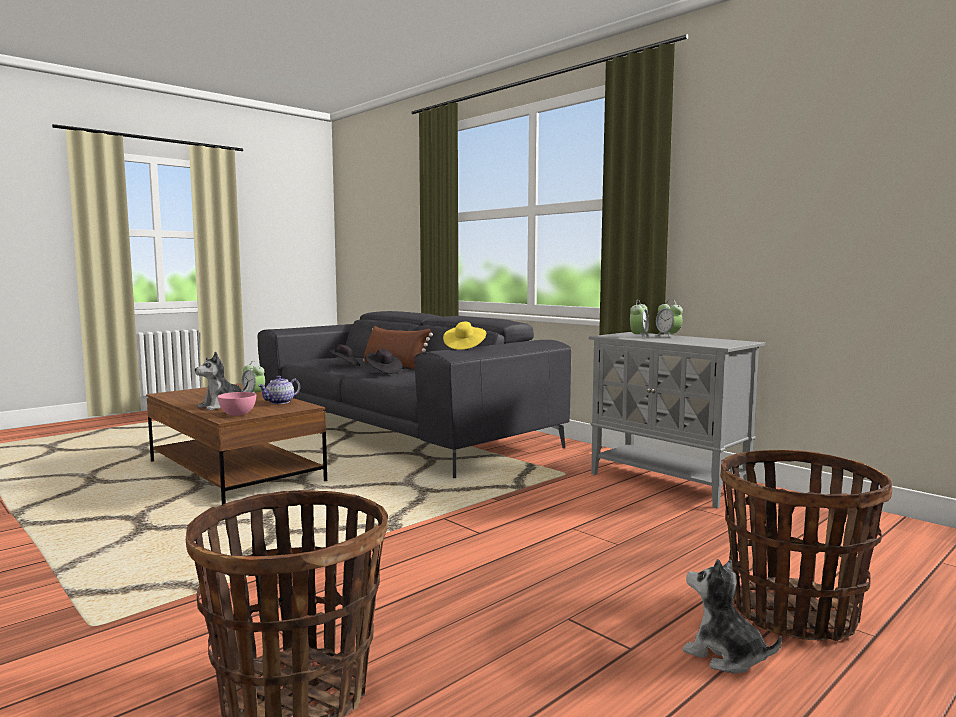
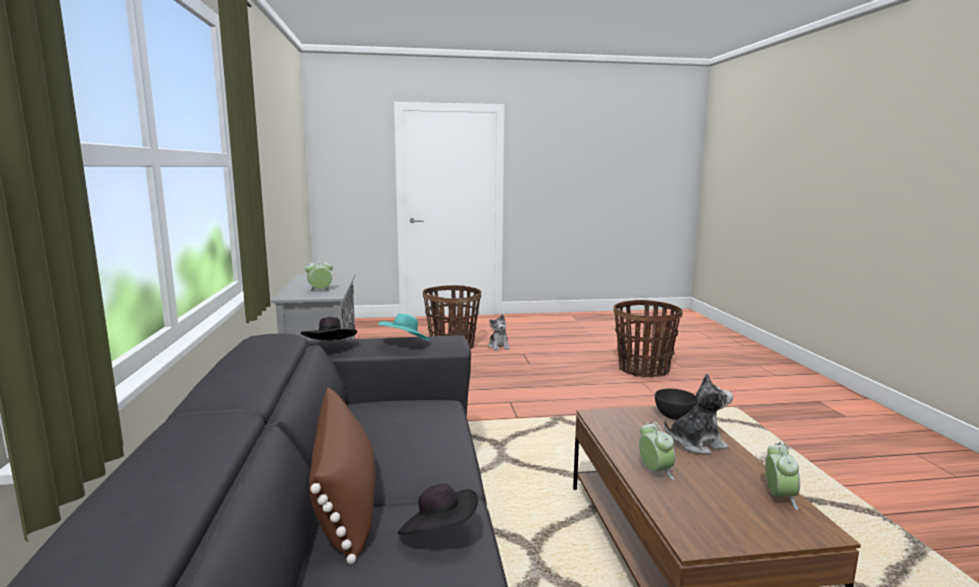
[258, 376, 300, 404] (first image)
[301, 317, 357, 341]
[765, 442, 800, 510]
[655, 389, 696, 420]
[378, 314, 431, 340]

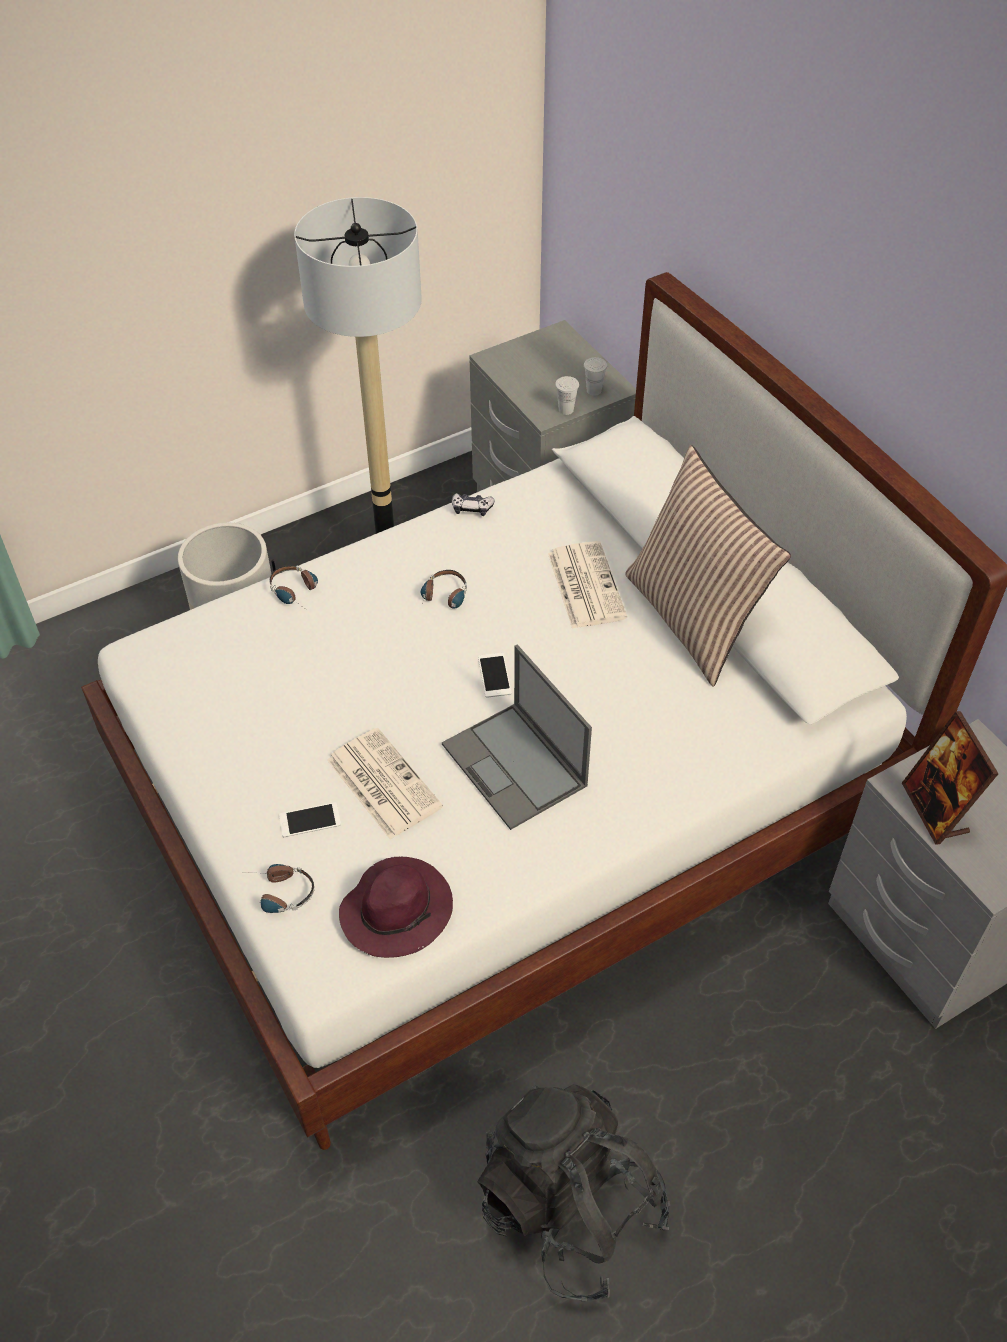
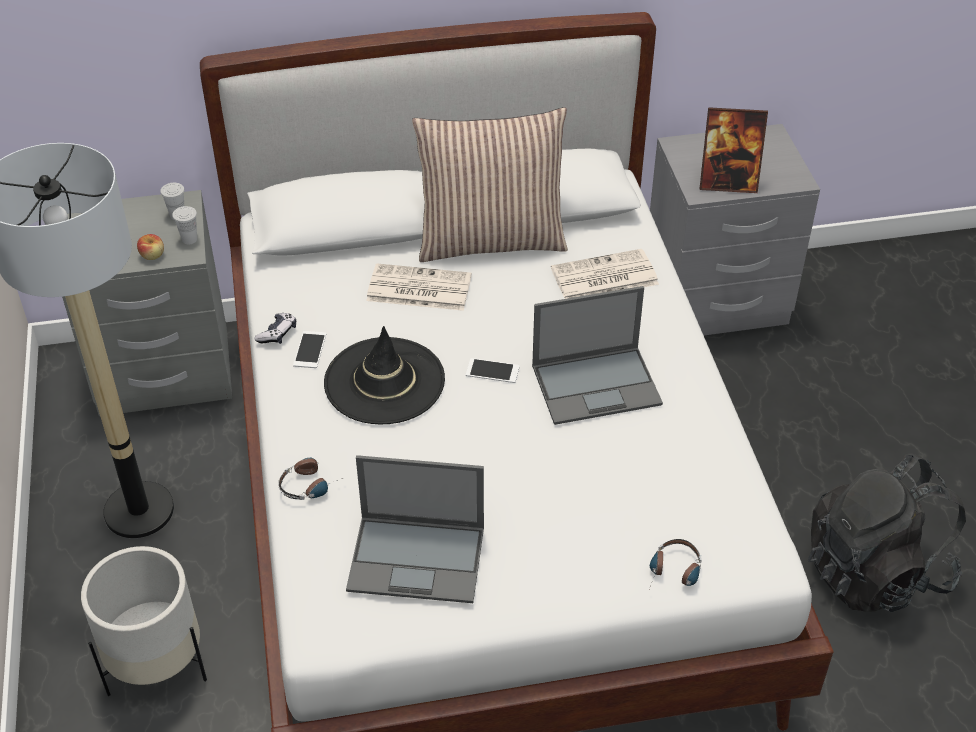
[339, 857, 453, 958] (first image)
[137, 234, 164, 260]
[346, 455, 484, 603]
[293, 331, 326, 368]
[551, 249, 659, 299]
[324, 326, 445, 424]

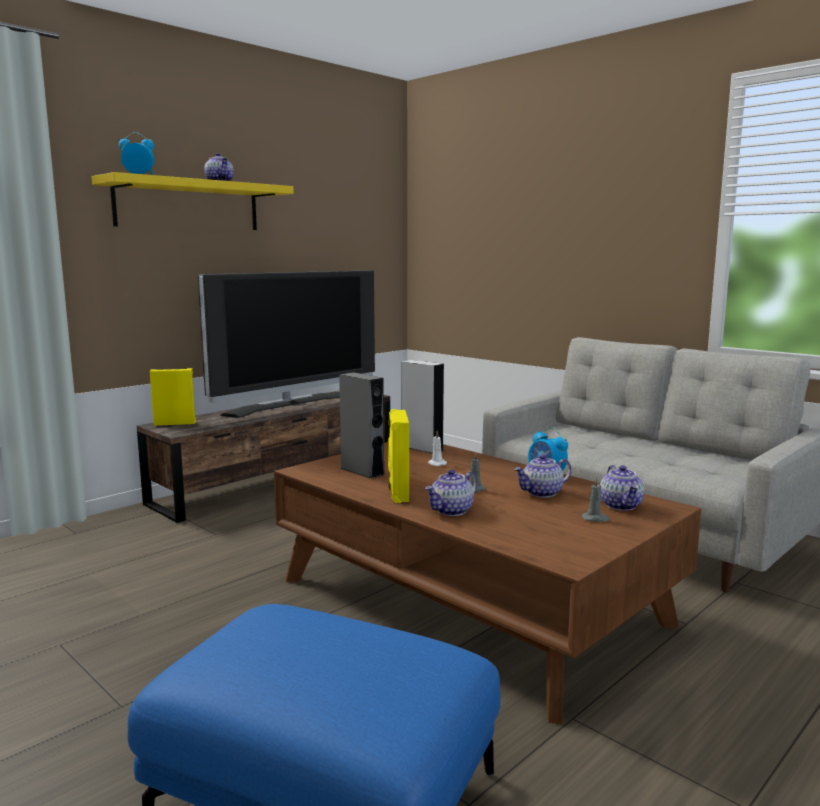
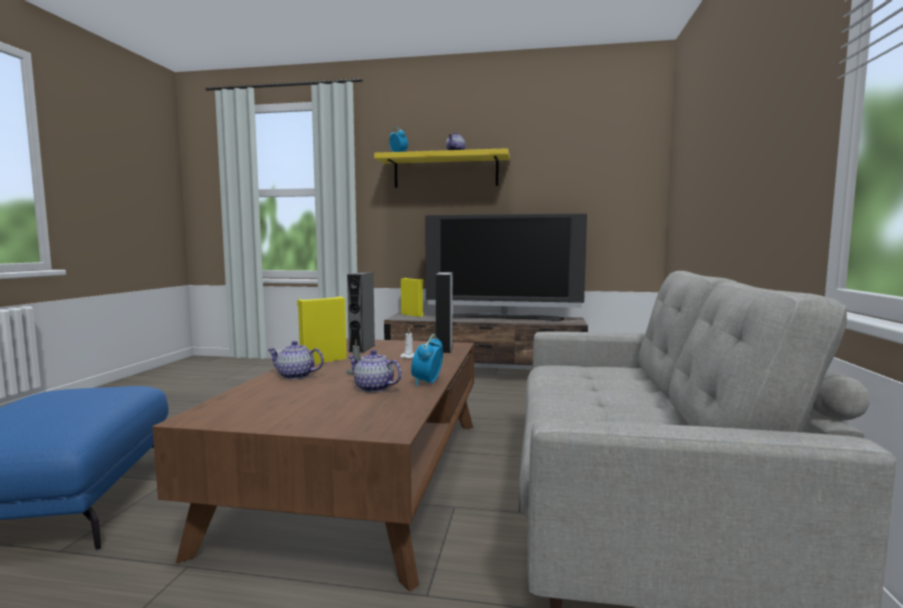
[582, 477, 610, 522] (first image)
[600, 465, 644, 511] (first image)

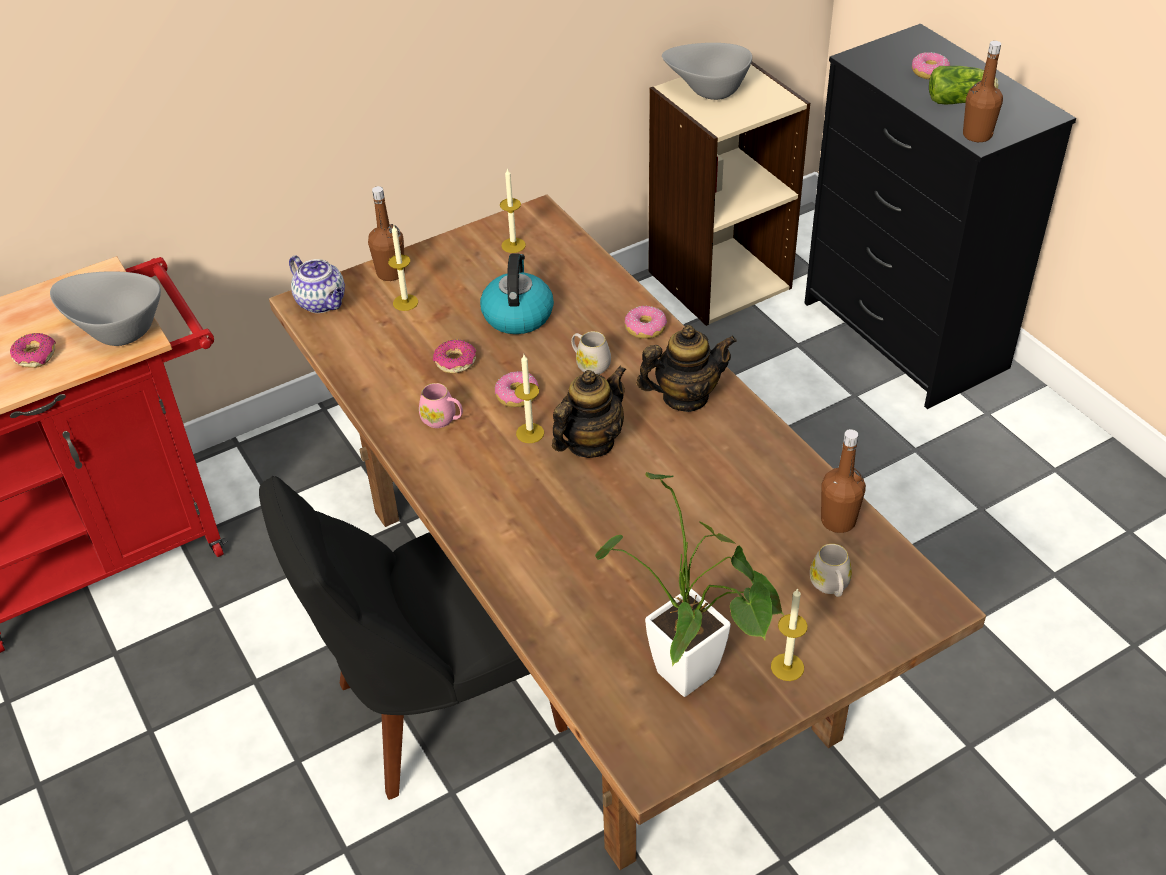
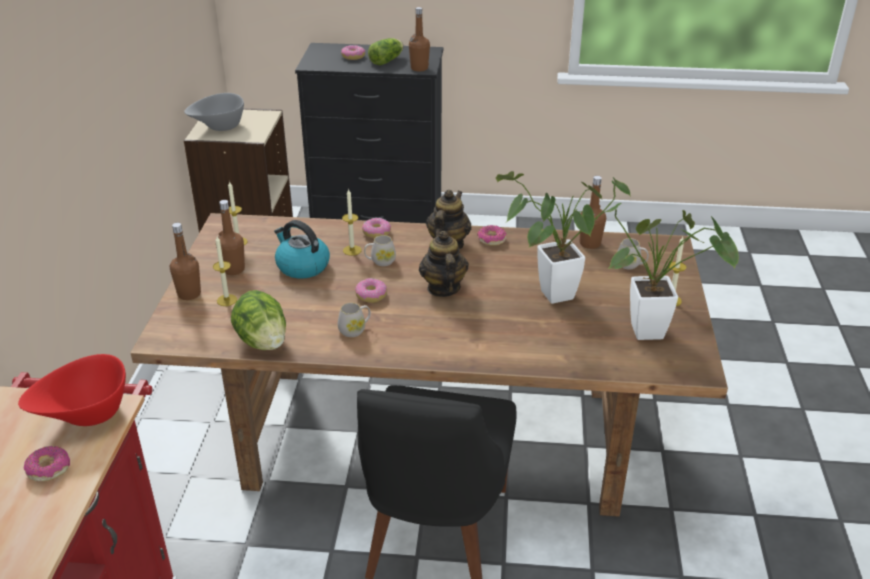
[289, 255, 345, 313] (first image)
[216, 200, 245, 275]
[231, 290, 286, 350]
[496, 171, 630, 304]
[477, 225, 507, 246]
[342, 189, 362, 256]
[18, 354, 126, 426]
[338, 303, 371, 337]

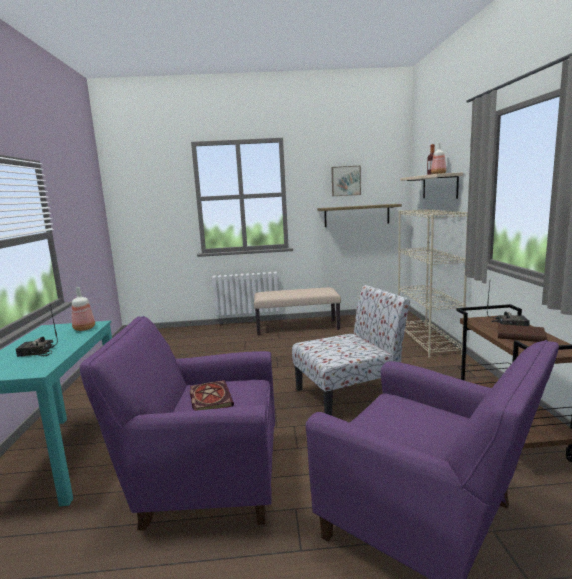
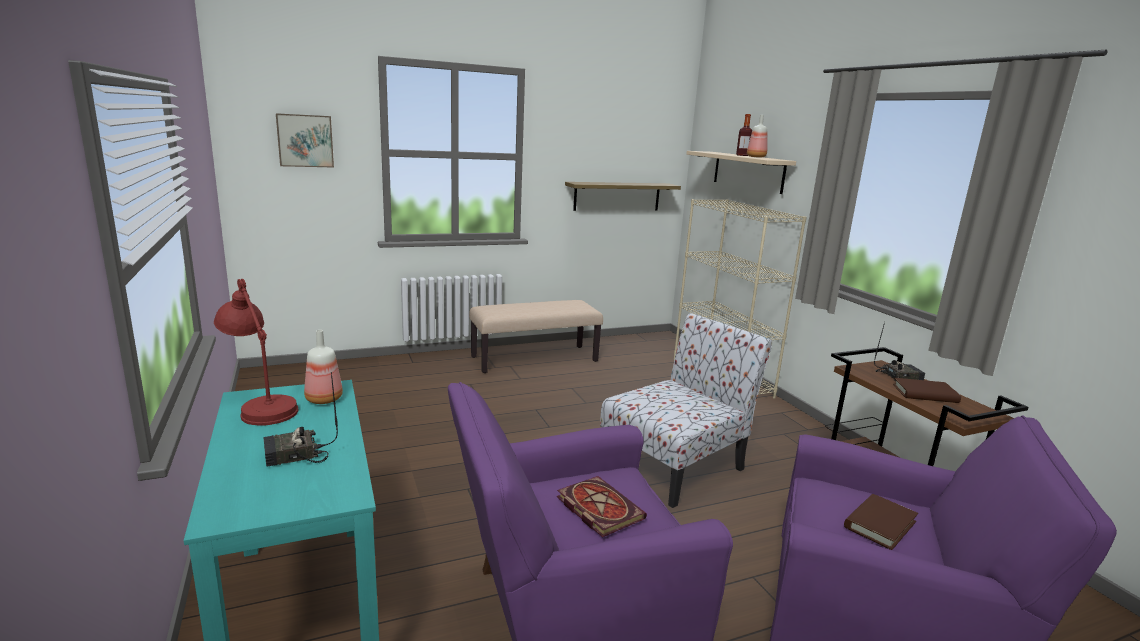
[214, 279, 298, 426]
[844, 494, 918, 550]
[276, 113, 334, 168]

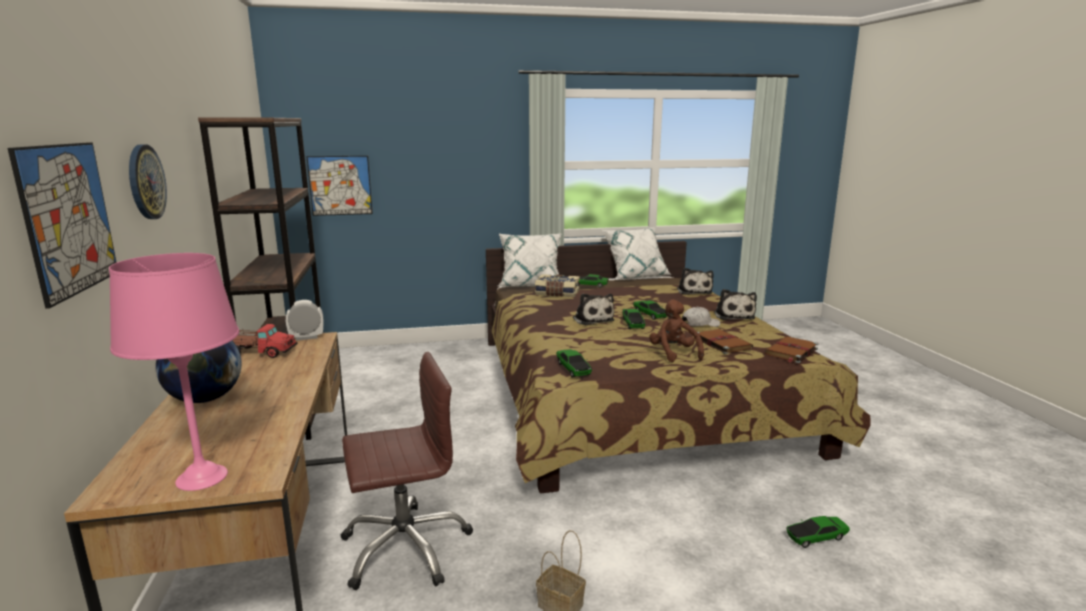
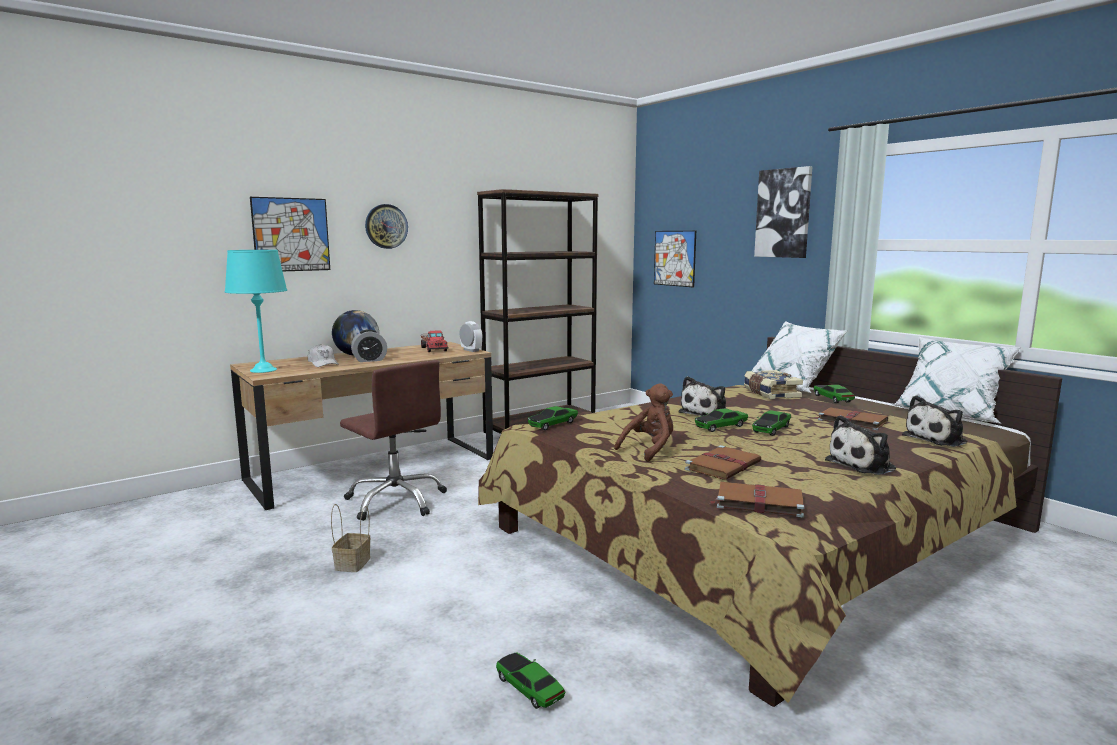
[351, 329, 387, 362]
[754, 166, 812, 258]
[817, 407, 888, 430]
[308, 344, 339, 367]
[225, 250, 287, 373]

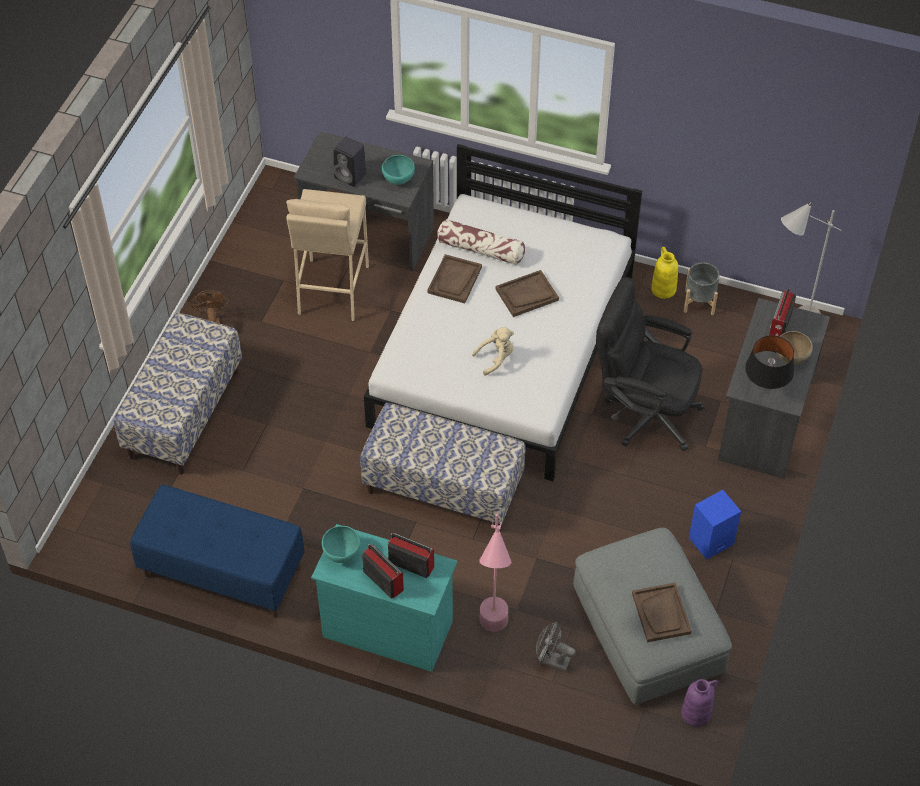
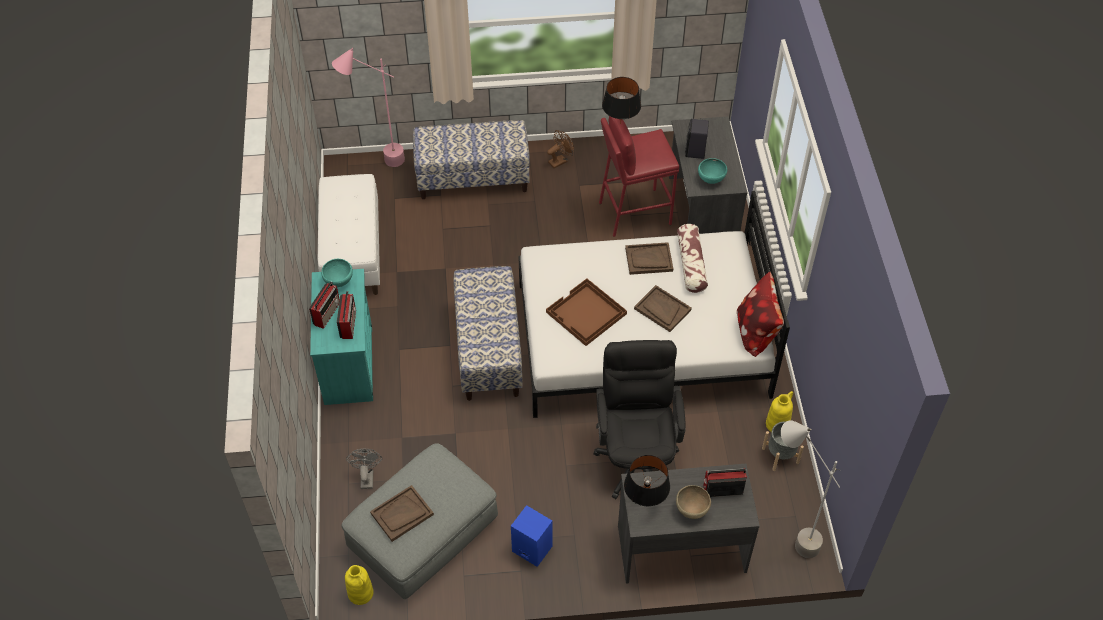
[602, 77, 641, 124]
[737, 272, 784, 357]
[332, 48, 405, 167]
[546, 279, 627, 346]
[318, 174, 380, 295]
[599, 116, 679, 237]
[345, 565, 374, 605]

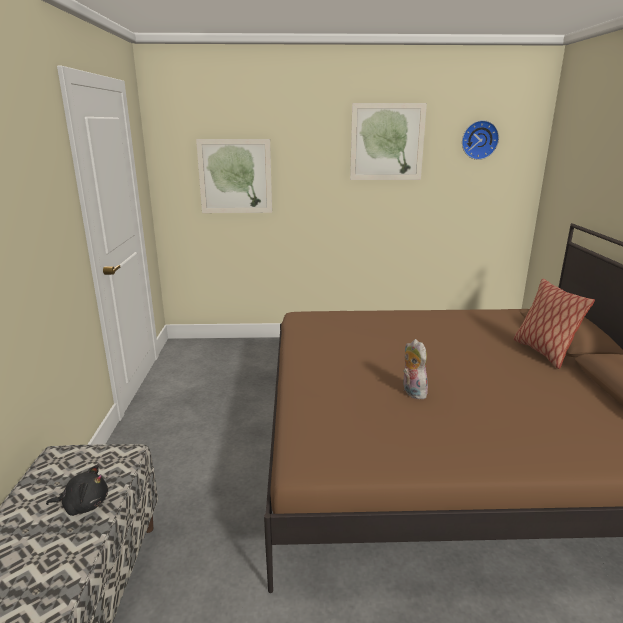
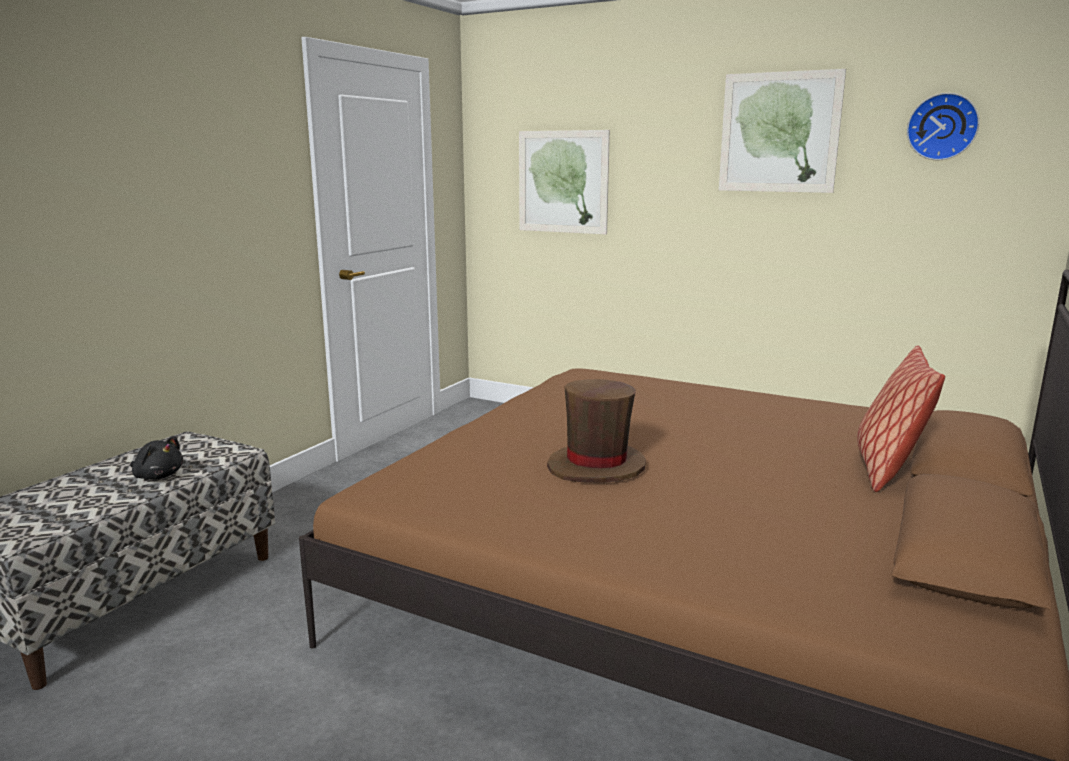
[547, 379, 646, 483]

